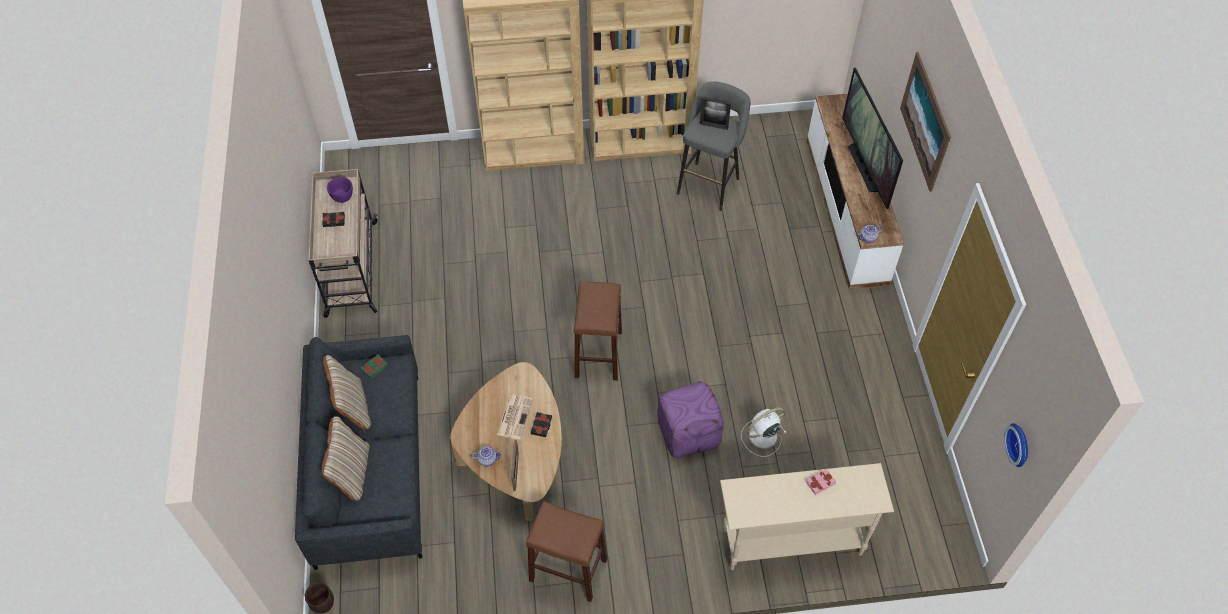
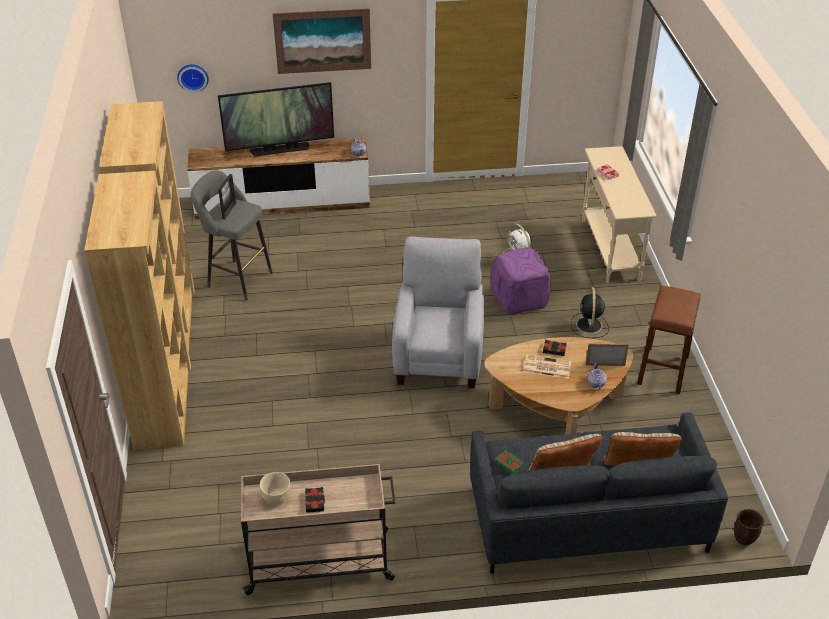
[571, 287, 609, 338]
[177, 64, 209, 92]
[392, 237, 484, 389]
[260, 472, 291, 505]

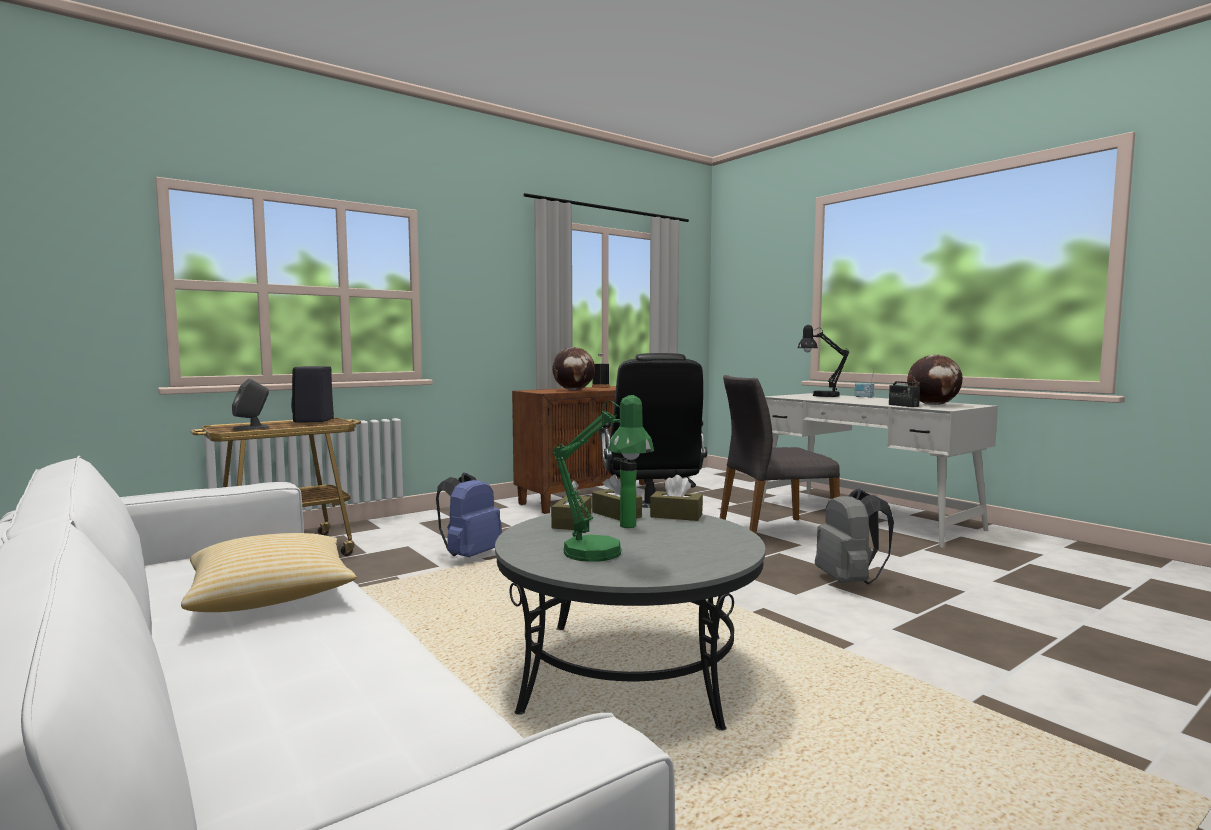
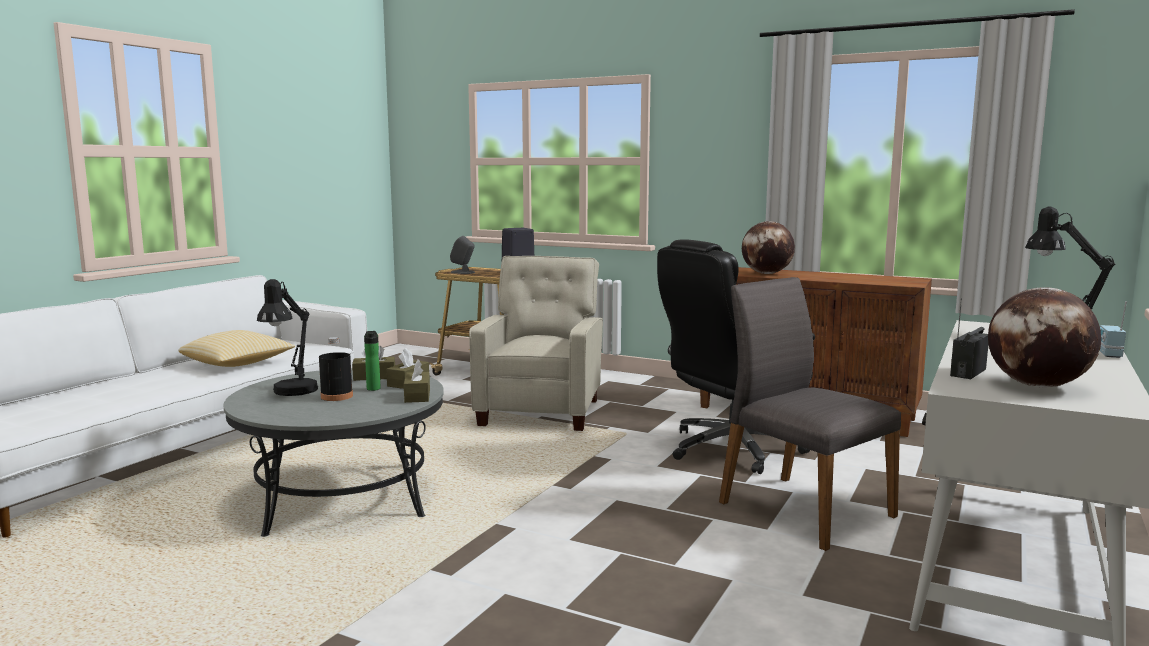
[815, 489, 894, 585] (first image)
[319, 337, 353, 401]
[469, 256, 603, 431]
[257, 279, 318, 396]

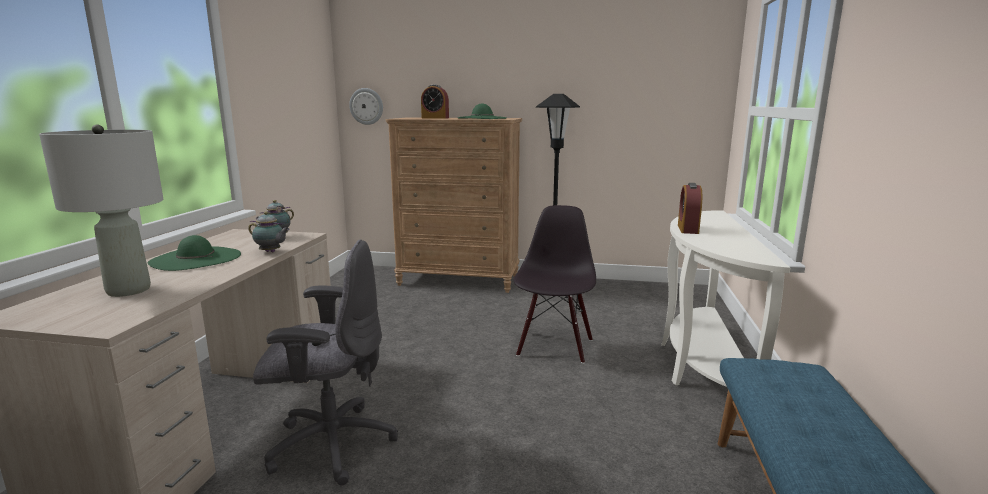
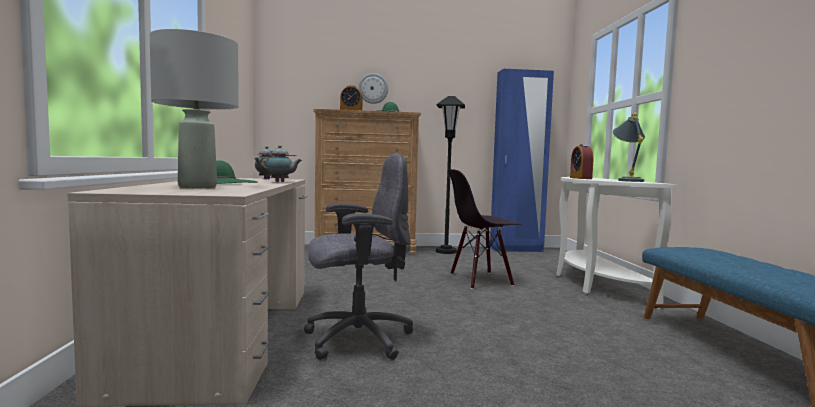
[490, 69, 554, 252]
[613, 113, 645, 182]
[358, 73, 388, 104]
[448, 169, 521, 289]

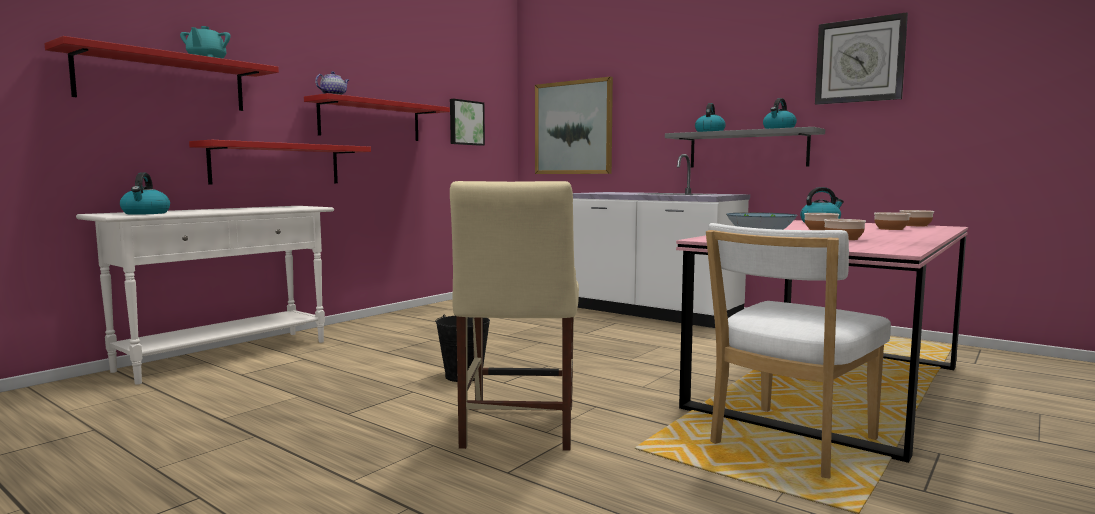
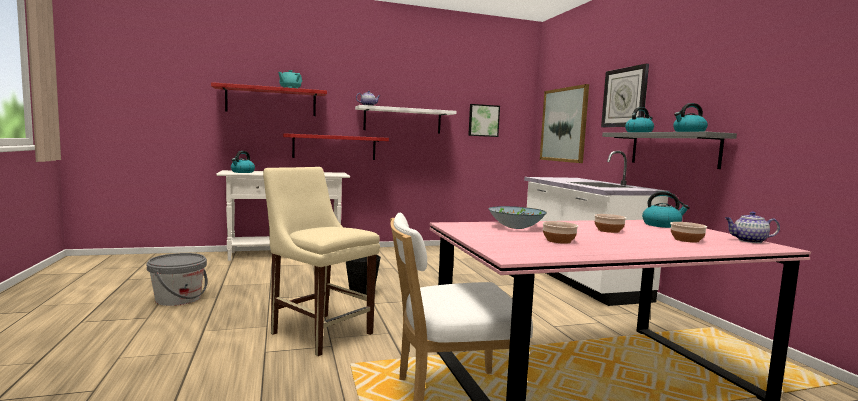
[147, 253, 207, 306]
[601, 64, 649, 127]
[725, 212, 780, 243]
[355, 105, 457, 134]
[263, 167, 380, 356]

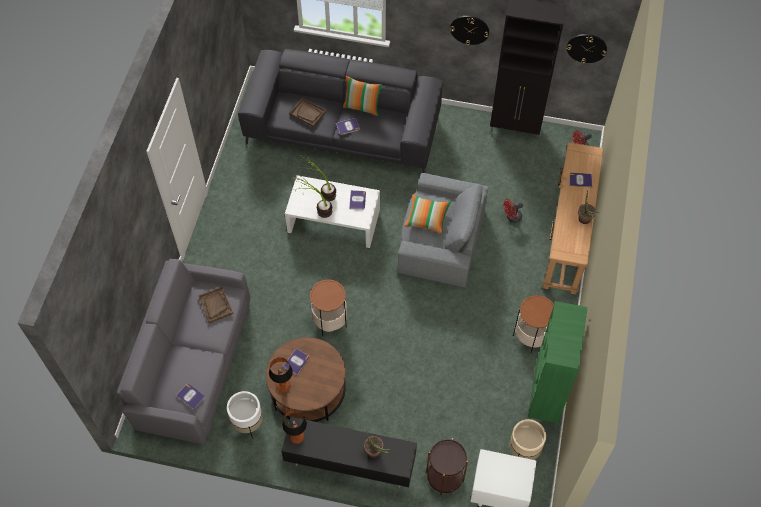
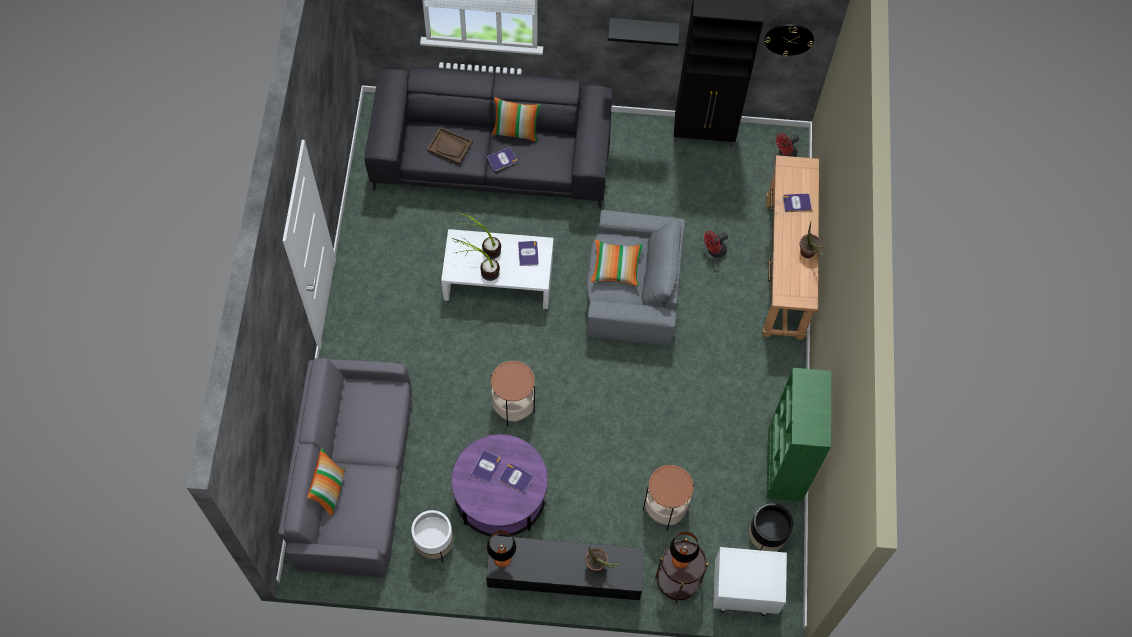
[198, 286, 234, 323] (first image)
[307, 448, 345, 517]
[499, 463, 533, 494]
[670, 532, 699, 569]
[643, 464, 694, 531]
[608, 18, 680, 46]
[451, 434, 548, 537]
[749, 503, 793, 551]

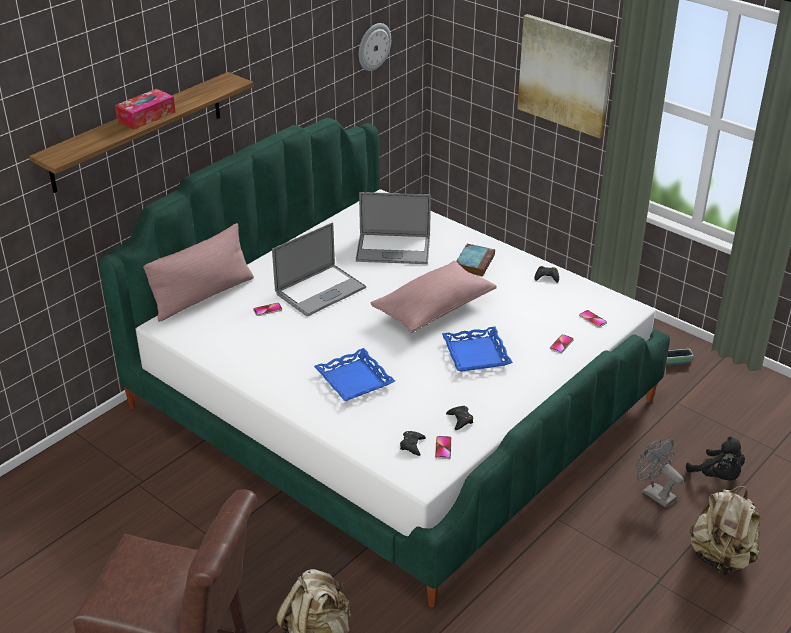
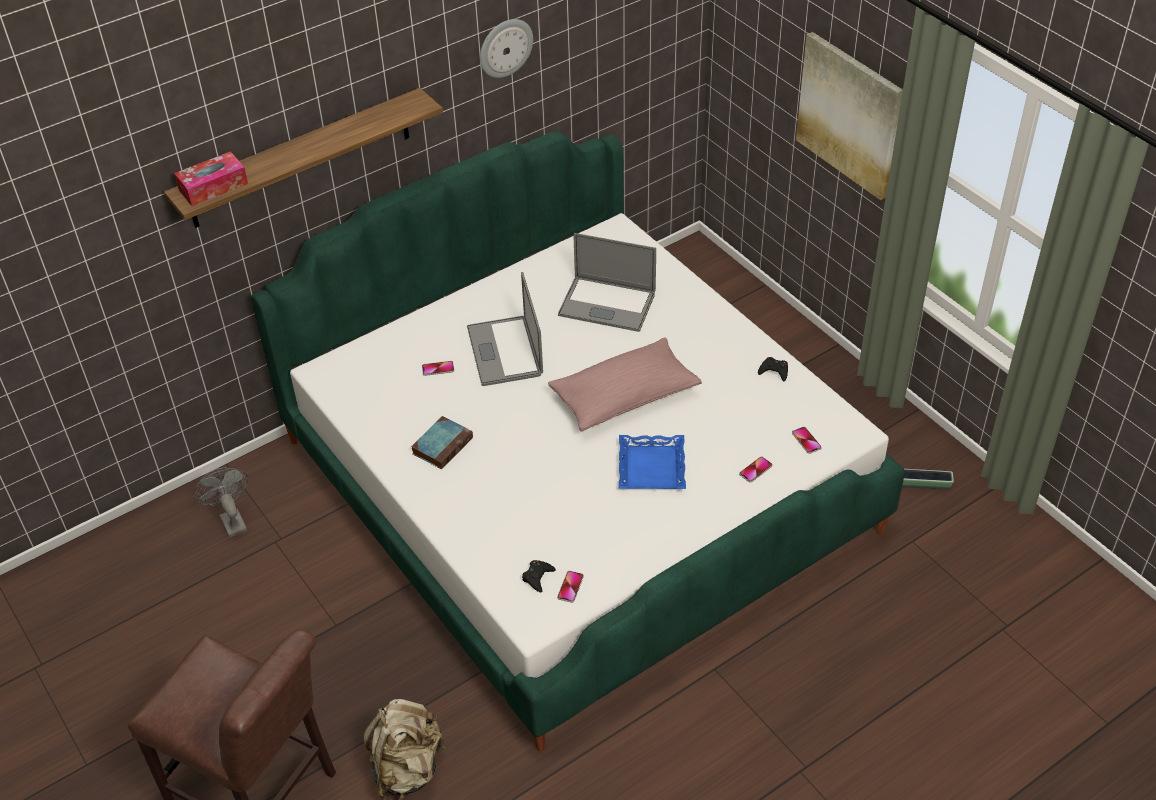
[144, 223, 254, 322] (first image)
[314, 348, 395, 401] (first image)
[446, 406, 473, 430] (first image)
[686, 437, 745, 480] (first image)
[690, 486, 760, 576] (first image)
[174, 151, 248, 206]
[480, 19, 533, 78]
[411, 416, 473, 469]
[193, 467, 248, 538]
[467, 272, 543, 386]

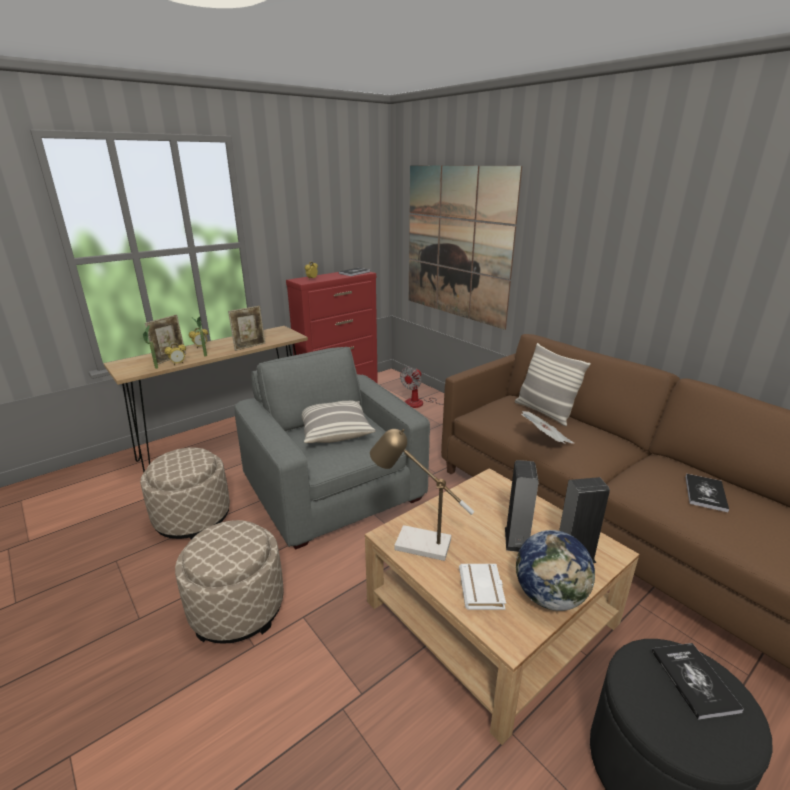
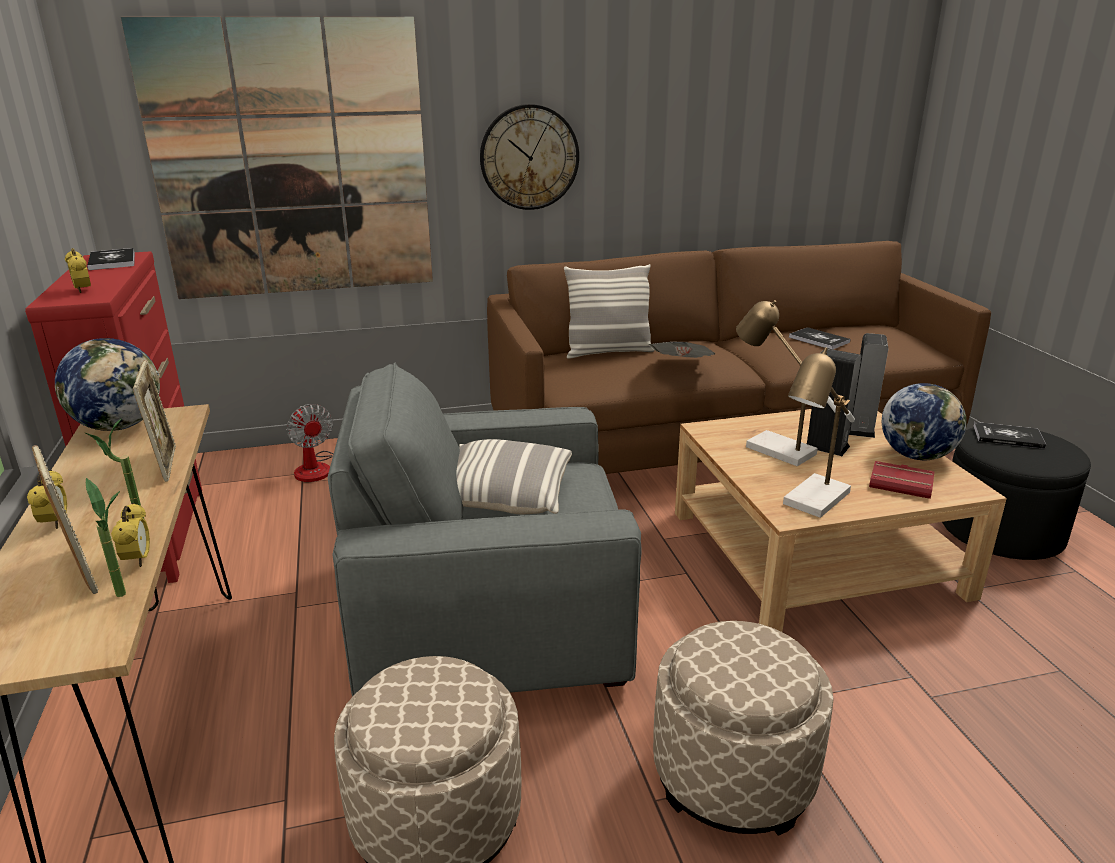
[55, 338, 160, 431]
[480, 104, 579, 210]
[736, 300, 836, 466]
[869, 461, 934, 499]

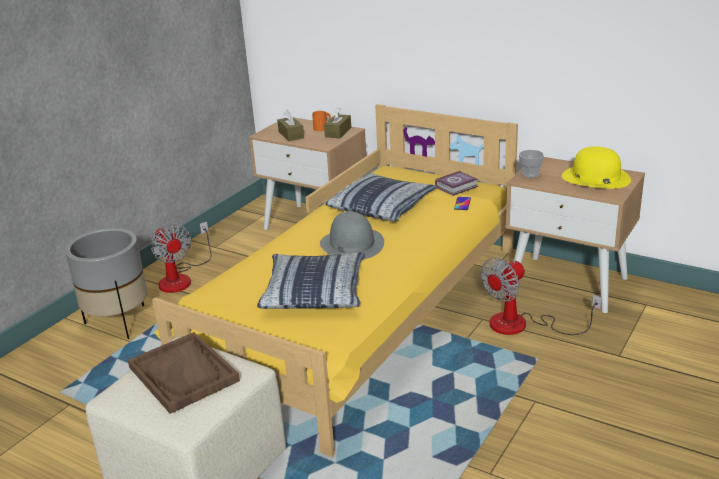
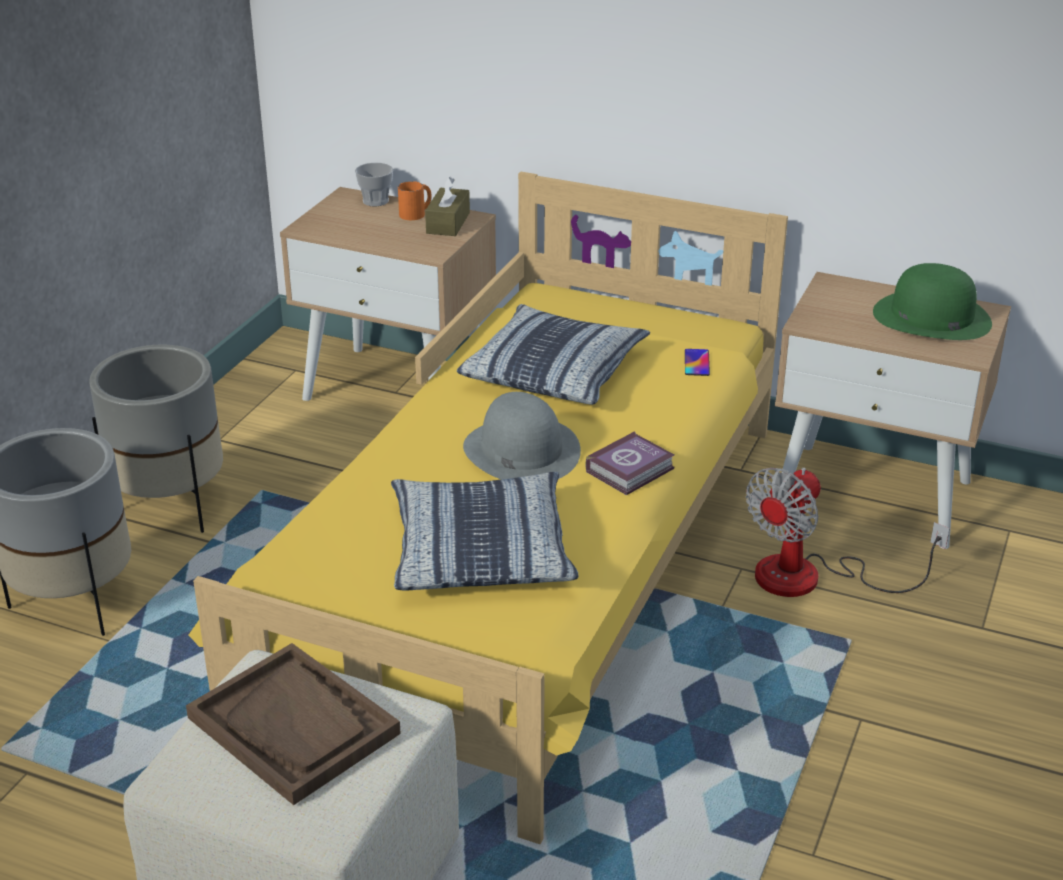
[277, 110, 304, 141] (first image)
[585, 431, 674, 495]
[355, 163, 393, 206]
[89, 345, 223, 533]
[873, 263, 992, 340]

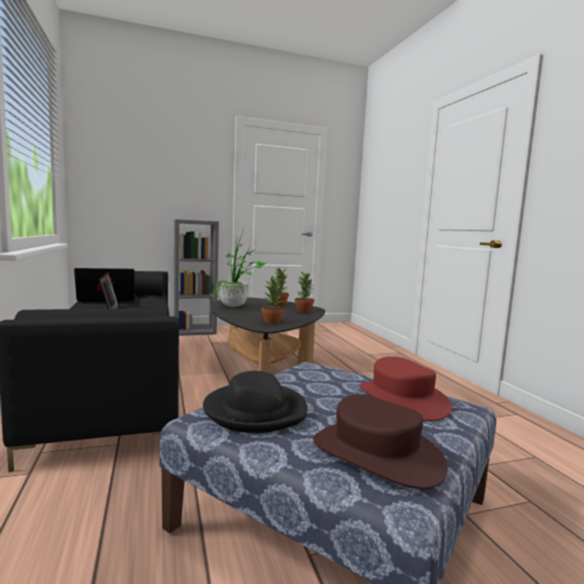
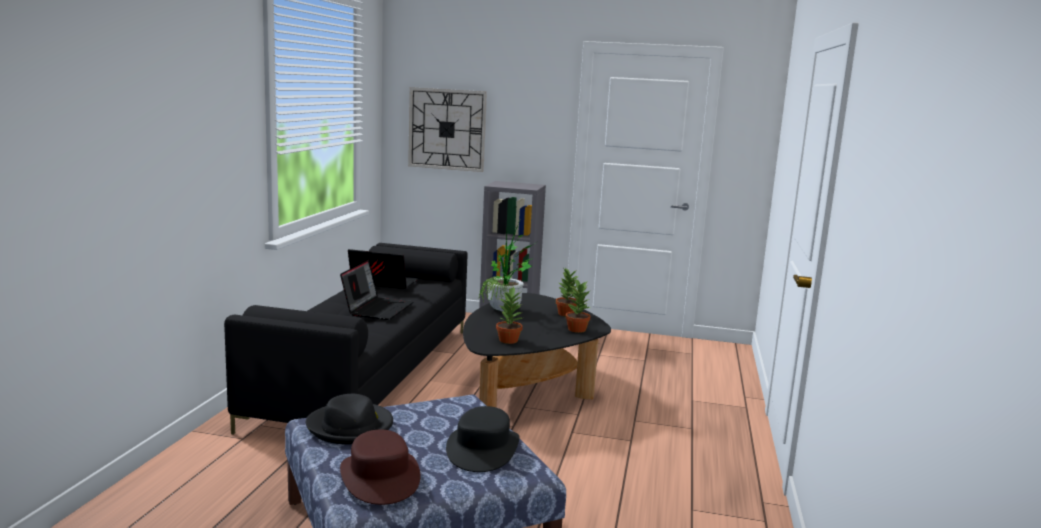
[408, 87, 487, 172]
[446, 406, 520, 472]

